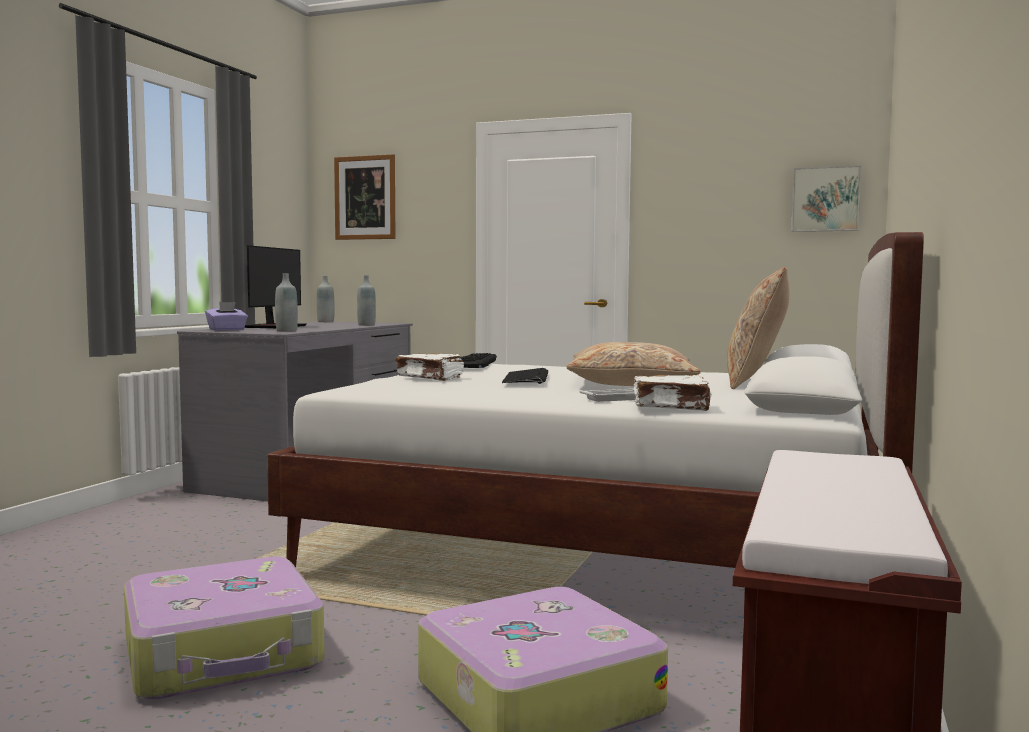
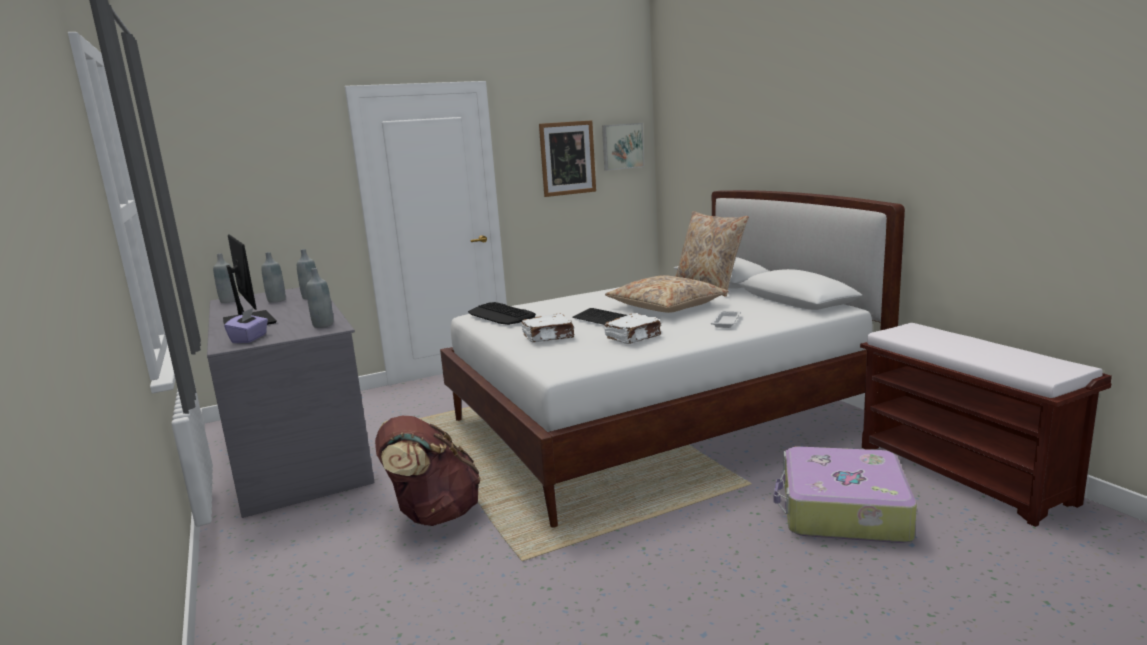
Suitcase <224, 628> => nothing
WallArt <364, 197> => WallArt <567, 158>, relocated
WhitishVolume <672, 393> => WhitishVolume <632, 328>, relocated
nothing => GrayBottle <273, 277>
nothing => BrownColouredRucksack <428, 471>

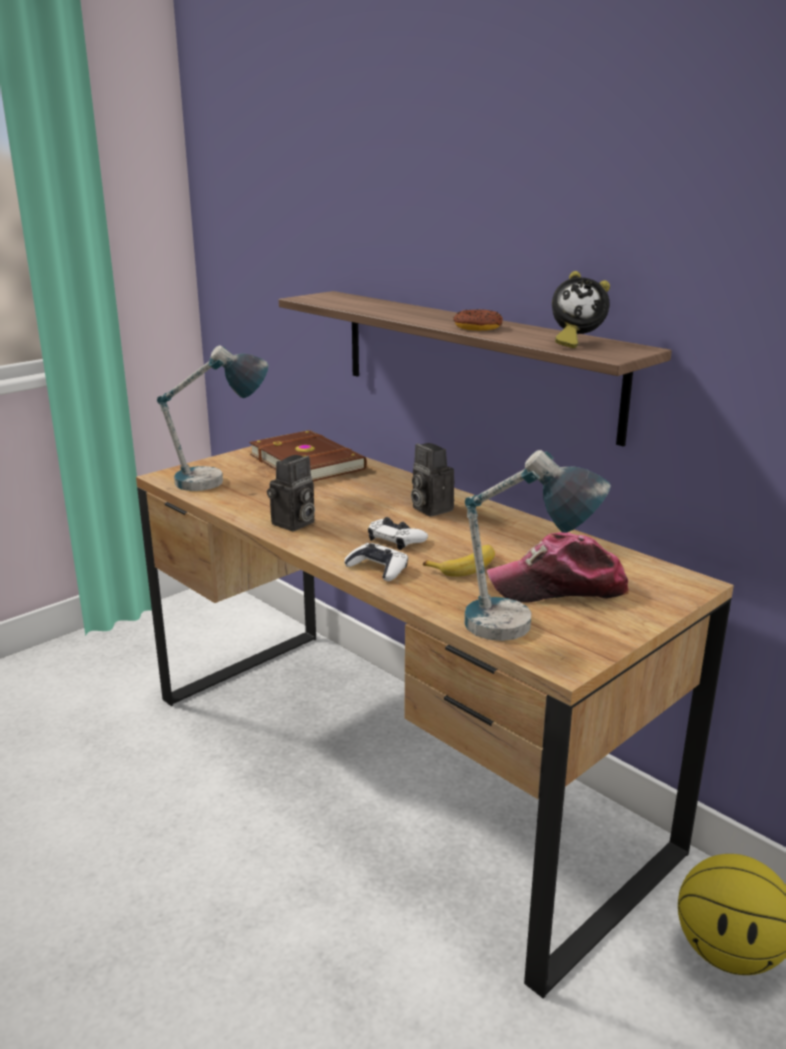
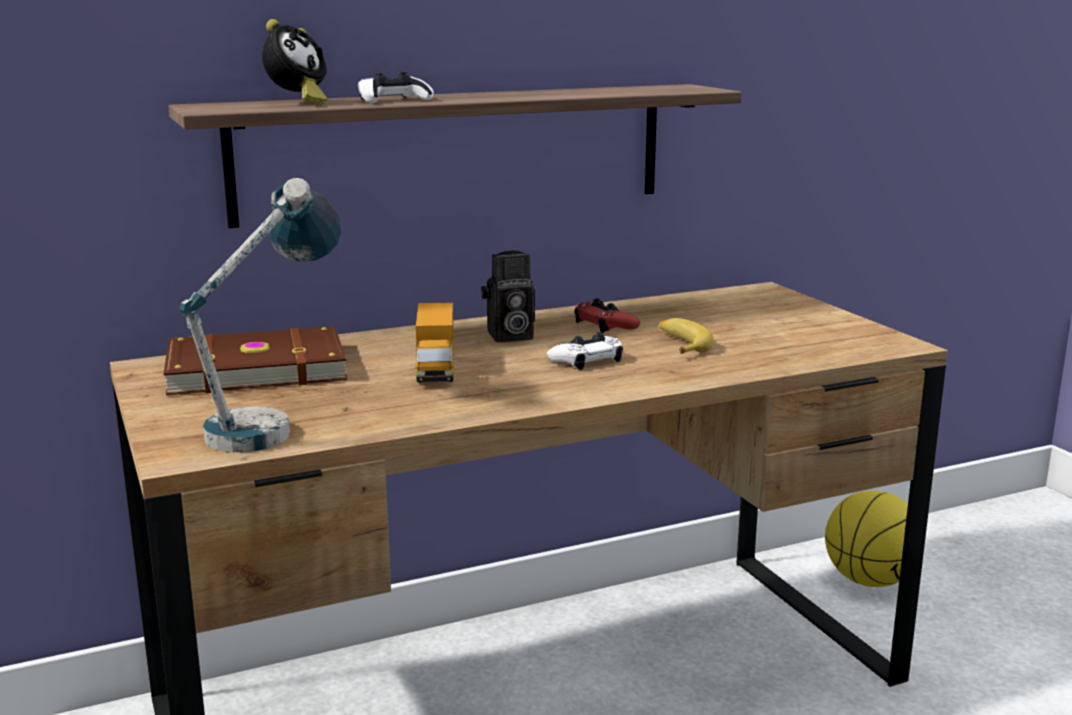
StillCamera <291, 493> => nothing
WhitishJoypad <376, 562> => WhitishJoypad <396, 87>, relocated
Doughnut <478, 320> => nothing
LampForATable <537, 545> => nothing
PeakedCap <558, 567> => nothing
BedsideClock <581, 309> => BedsideClock <294, 62>, relocated
nothing => ToyLorry <435, 342>
nothing => ReddishJoypad <607, 315>

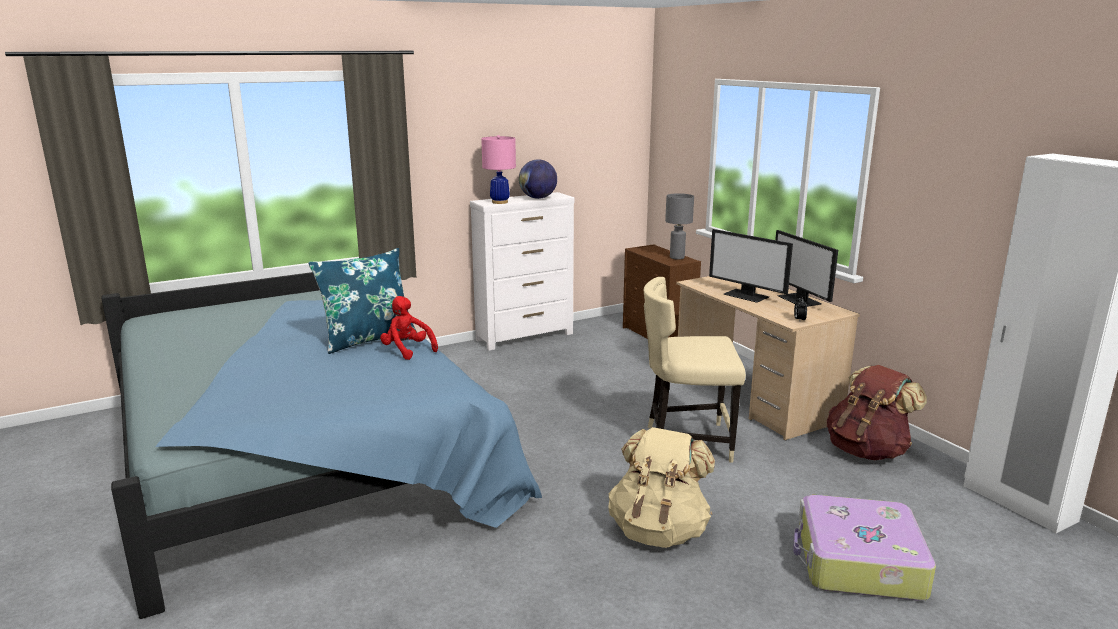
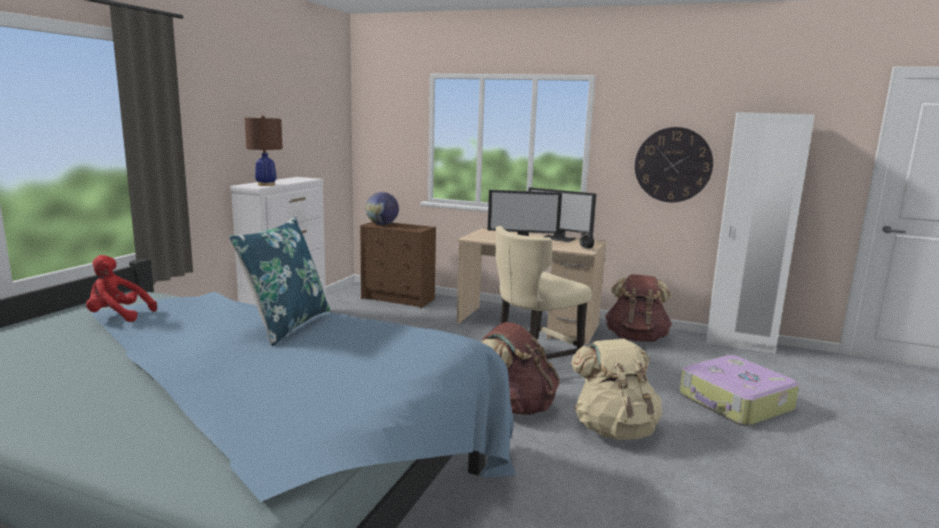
ReddishCuddlyToy <409, 328> => ReddishCuddlyToy <121, 288>, relocated
PinkLampForATable <498, 169> => BrownColouredLampForATable <264, 150>
DeskGlobe <538, 179> => DeskGlobe <382, 208>, relocated
GrayLampForATable <679, 226> => nothing
nothing => BrownColouredRucksack <521, 368>
nothing => HangingClock <674, 164>

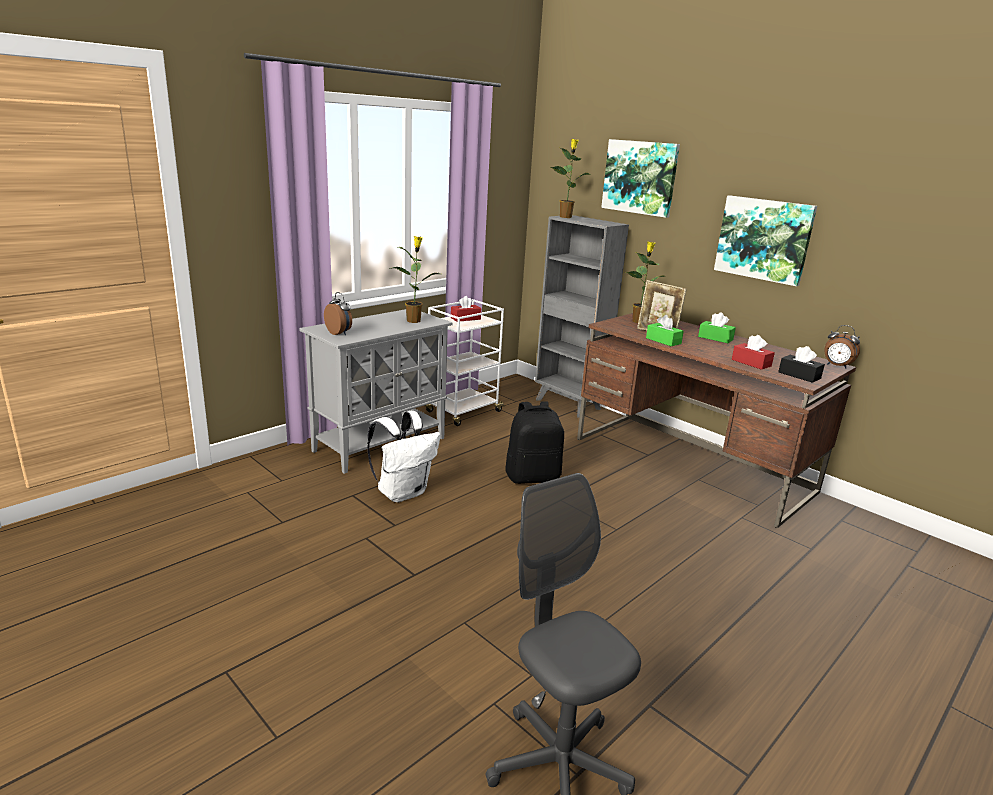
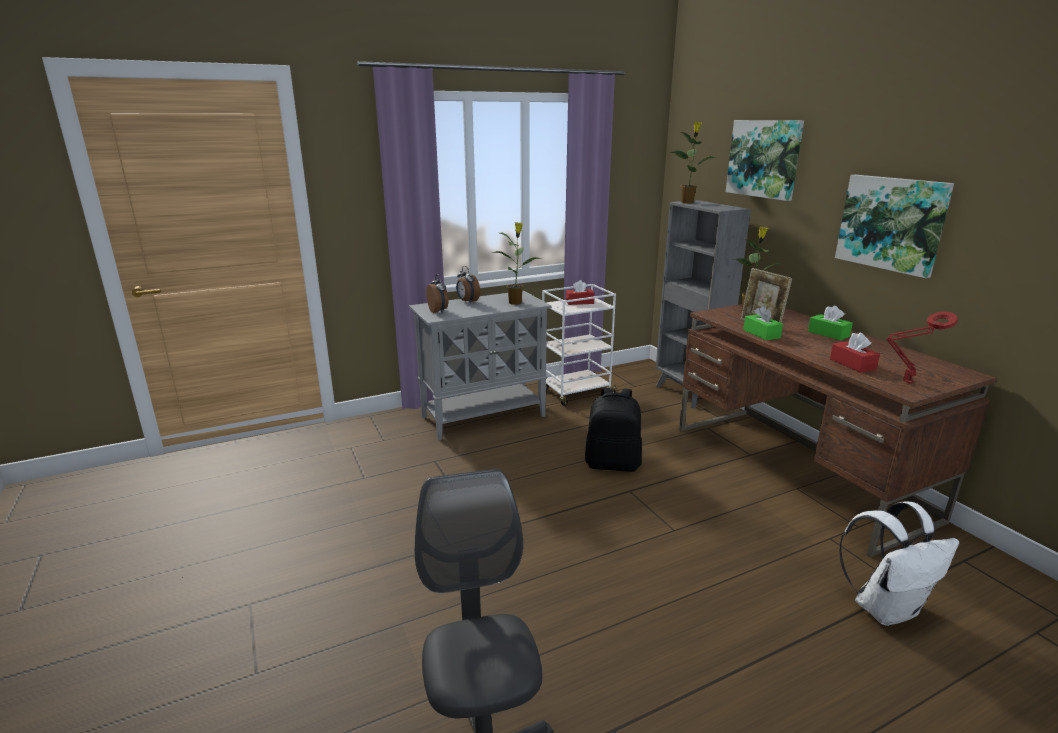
WhitishRucksack <403, 456> => WhitishRucksack <899, 564>, relocated
BlackColouredBoxOfTissues <801, 364> => ReddishLampForATable <921, 348>
BedsideClock <842, 347> => BedsideClock <468, 285>, relocated

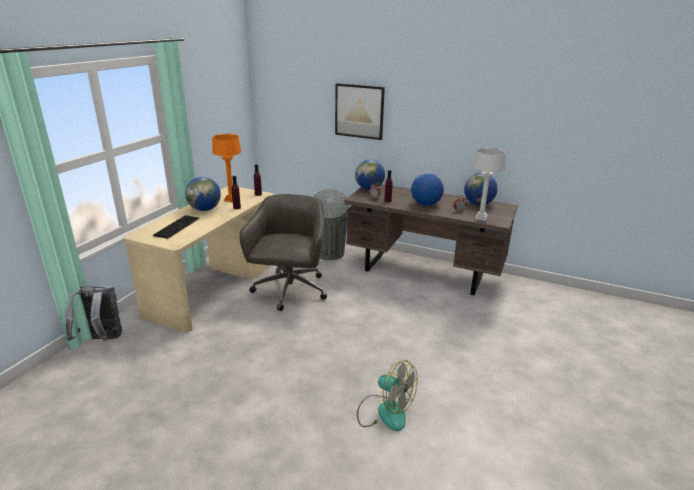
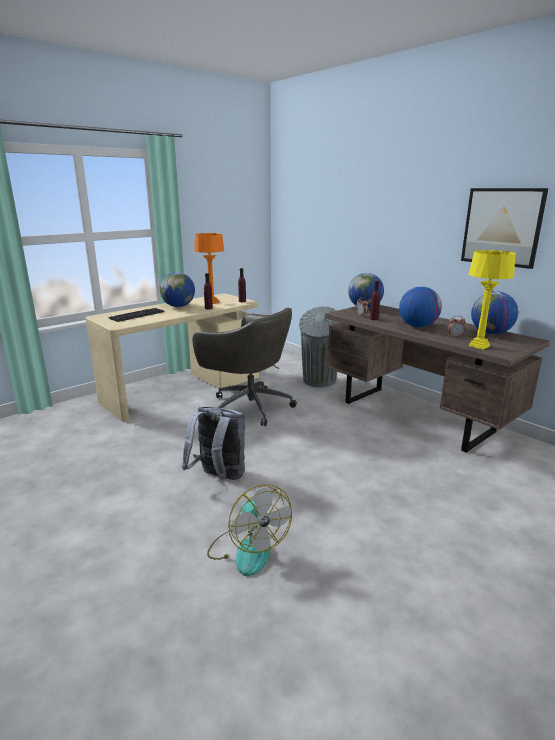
GrayRucksack <93, 313> => GrayRucksack <213, 444>, relocated
GrayOfficeChair <283, 252> => GrayOfficeChair <245, 367>, 90 degrees clockwise
WallArt <360, 111> => WallArt <504, 228>, relocated
GrayLampForATable <489, 184> => YellowishLampForATable <492, 300>

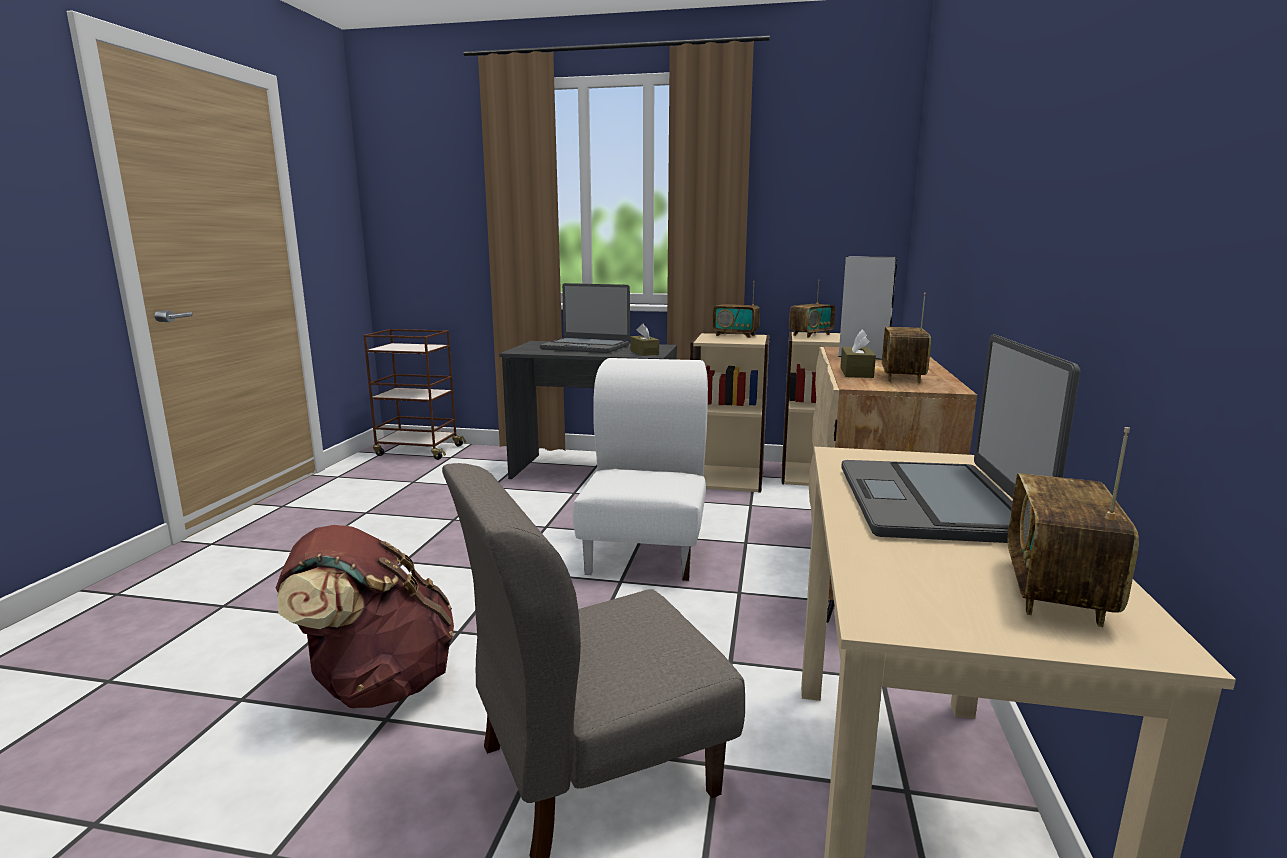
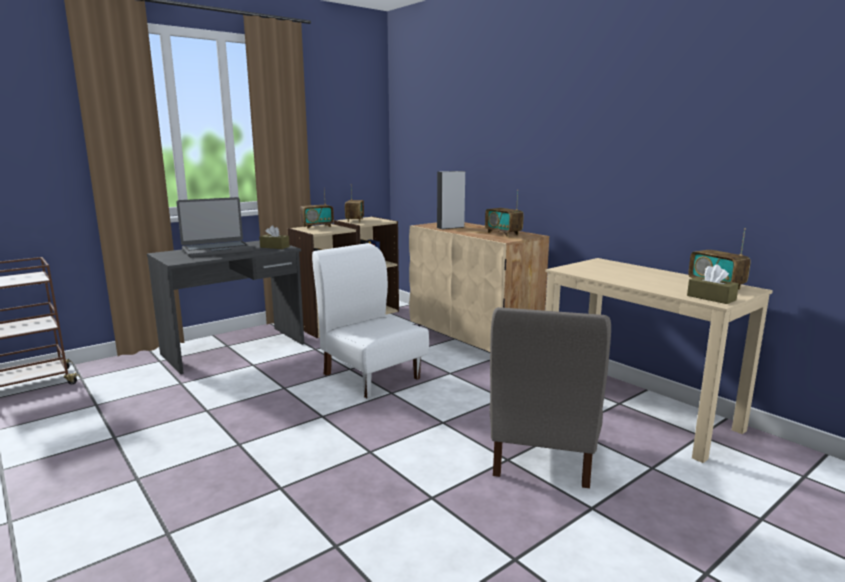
BrownColouredRucksack <365, 616> => nothing
BrownColouredBoxOfTissues <858, 353> => BrownColouredBoxOfTissues <713, 284>, relocated
PortableComputer <960, 438> => nothing

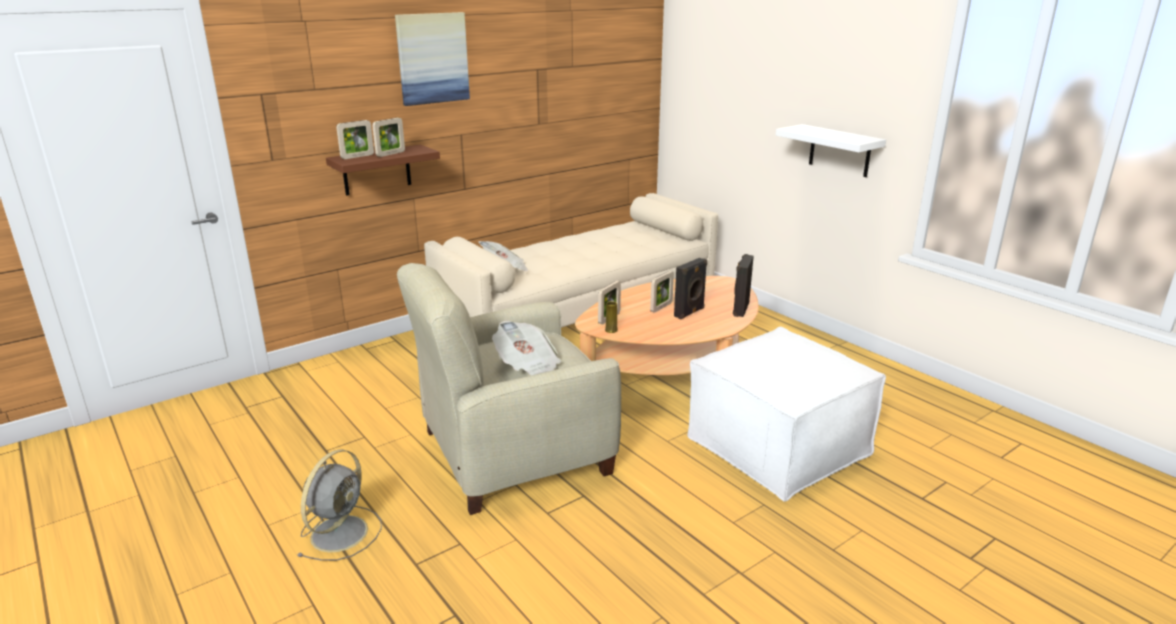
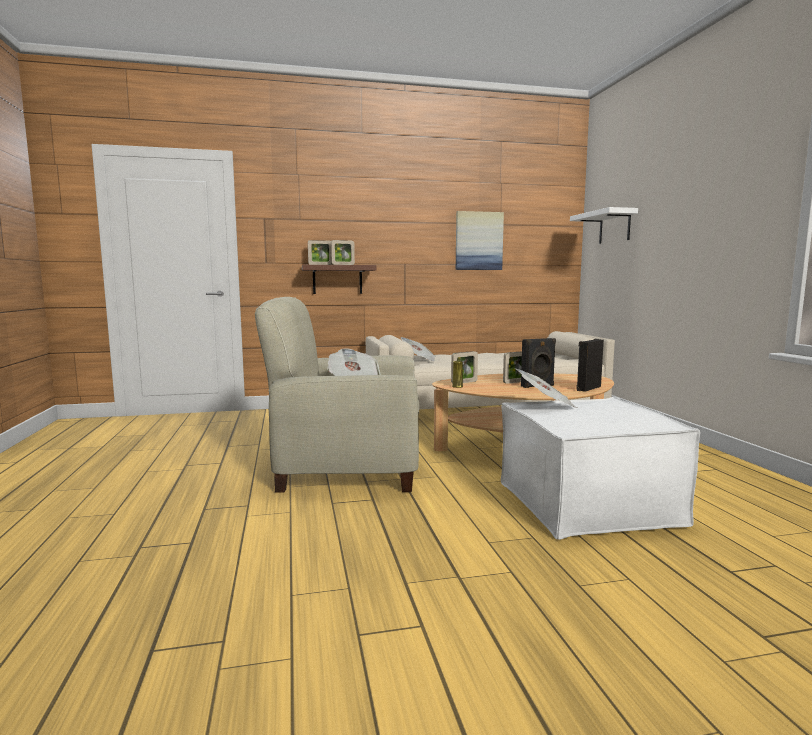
GrayFan <340, 505> => nothing
WallArt <432, 59> => WallArt <480, 240>, relocated
WhitishBracketShelf <831, 150> => WhitishBracketShelf <604, 225>, relocated
nothing => DailyPaper <546, 388>

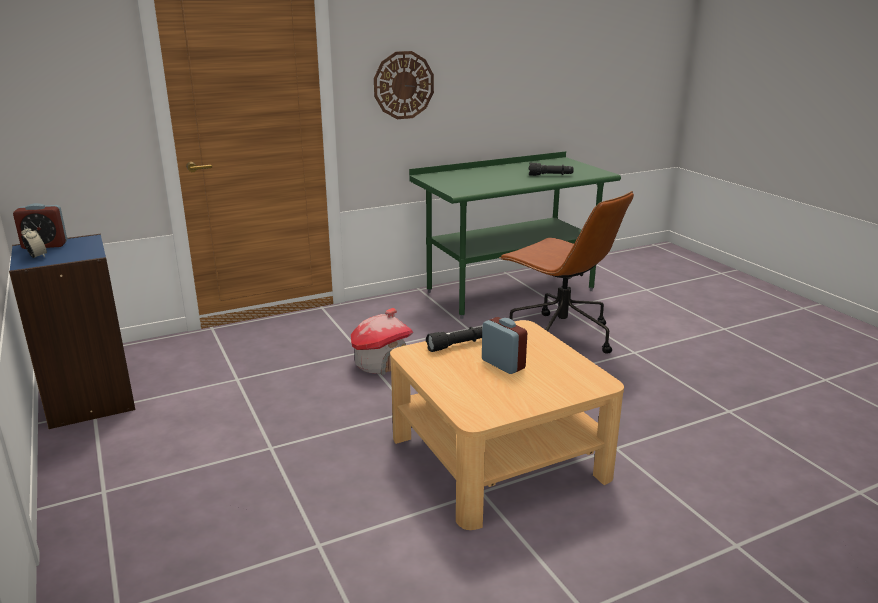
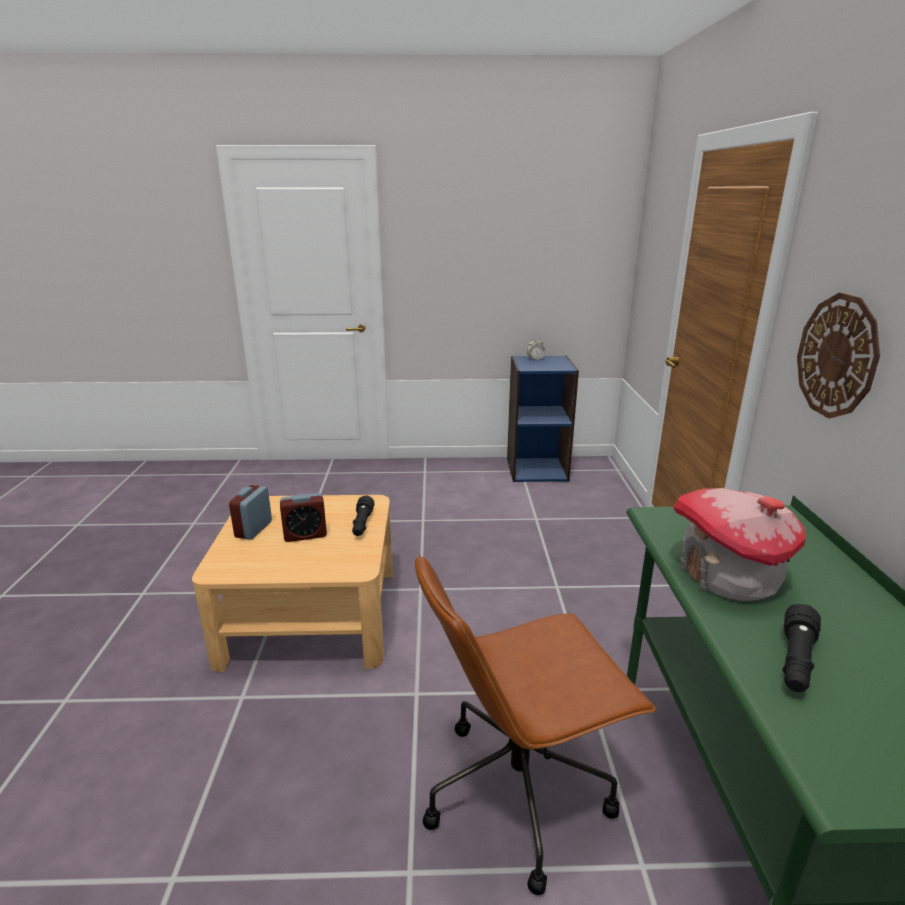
BedsideClock <40, 226> => BedsideClock <250, 512>, relocated
ModelHouse <382, 341> => ModelHouse <739, 544>, relocated

